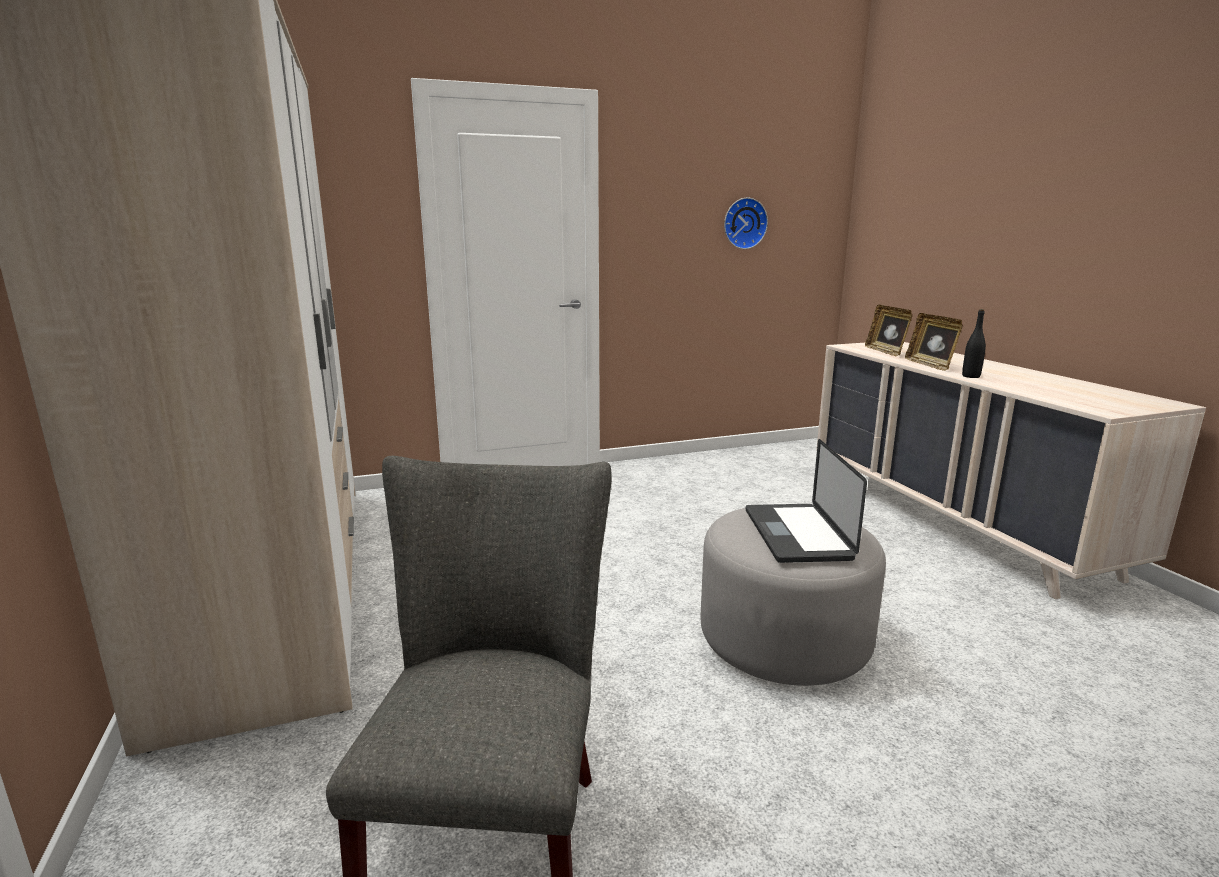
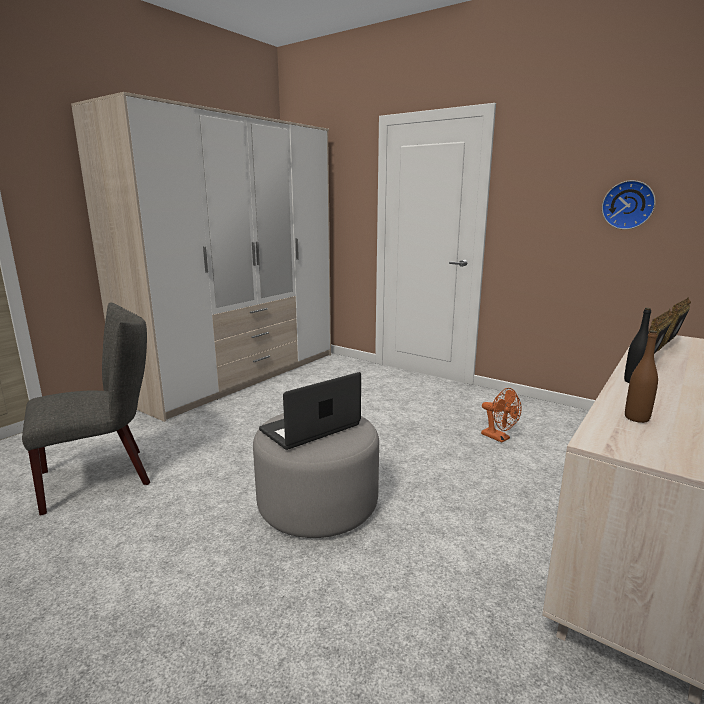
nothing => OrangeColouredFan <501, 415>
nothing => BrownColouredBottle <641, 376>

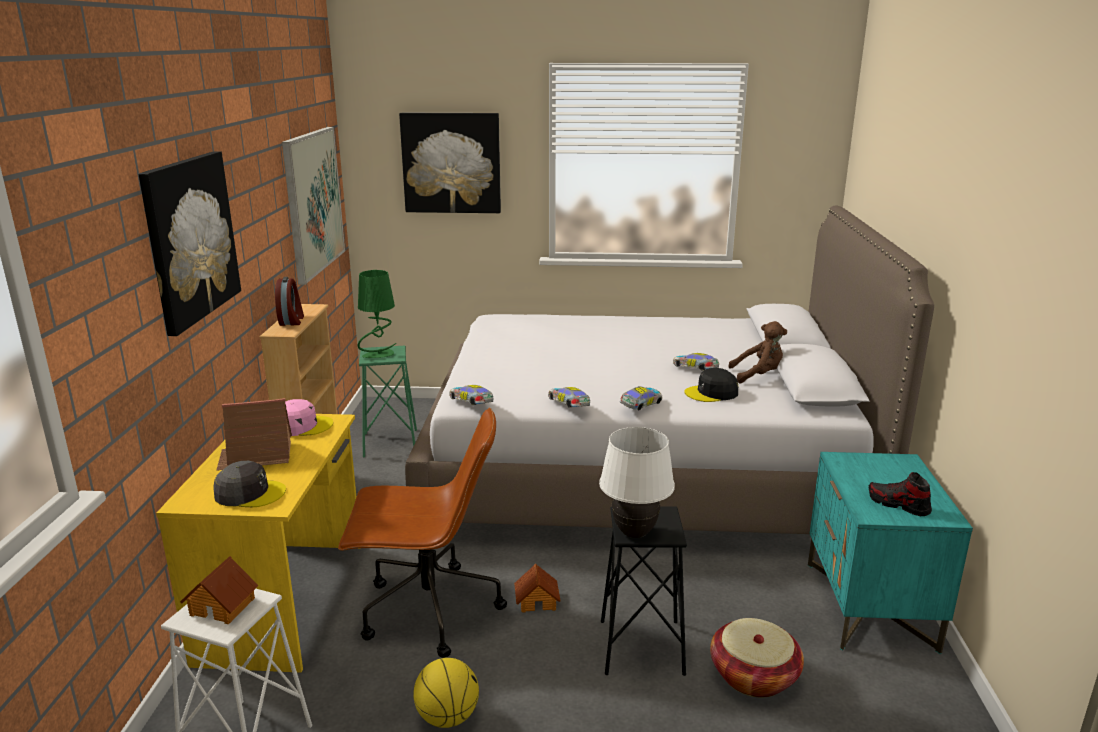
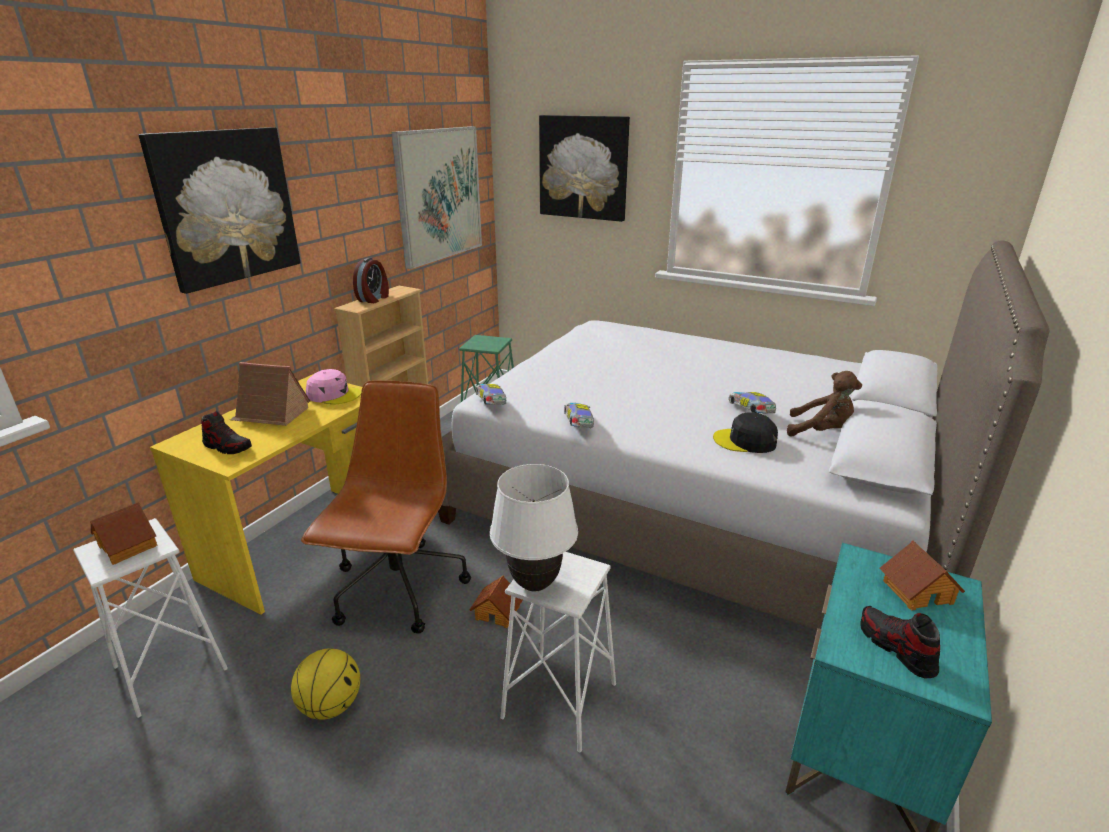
GrayPeakedCap <249, 484> => Shoe <226, 432>
BrownColouredOfficeChair <422, 532> => BrownColouredOfficeChair <386, 507>, 105 degrees counterclockwise
GreenColouredLampForATable <377, 314> => nothing
BlackColouredStool <644, 591> => WhitishStool <558, 652>
ModelCar <641, 398> => nothing
Basket <757, 657> => nothing
nothing => ModelHouse <922, 575>

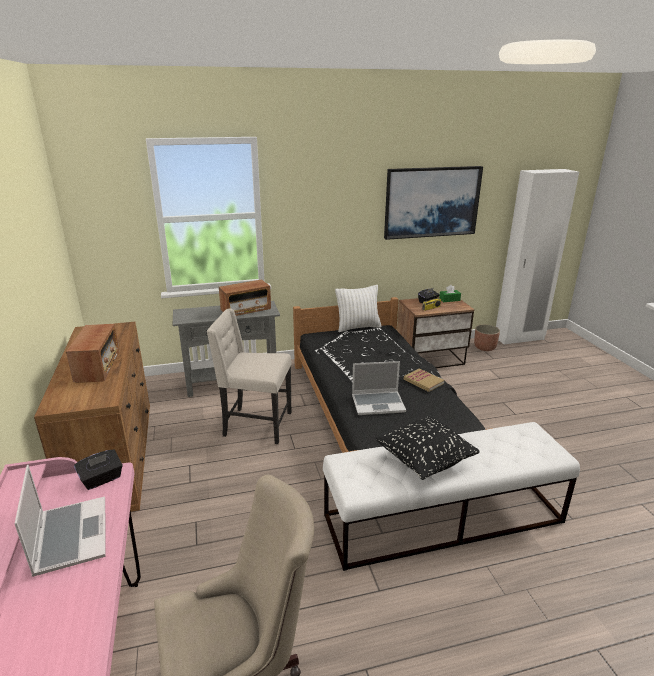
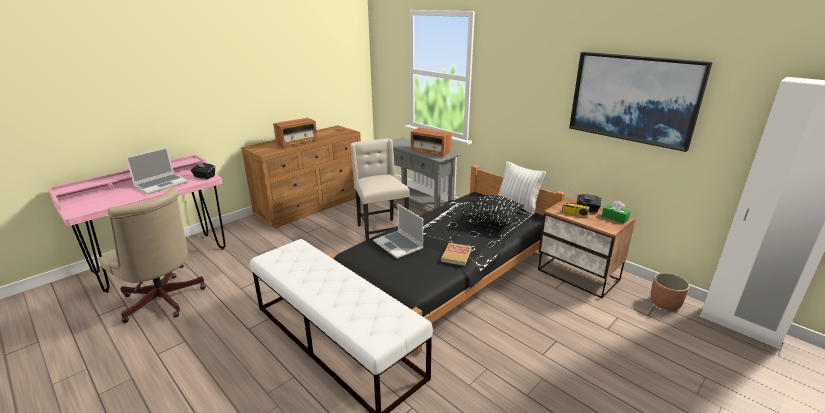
BlackColouredPillow <427, 448> => BlackColouredPillow <493, 211>, relocated

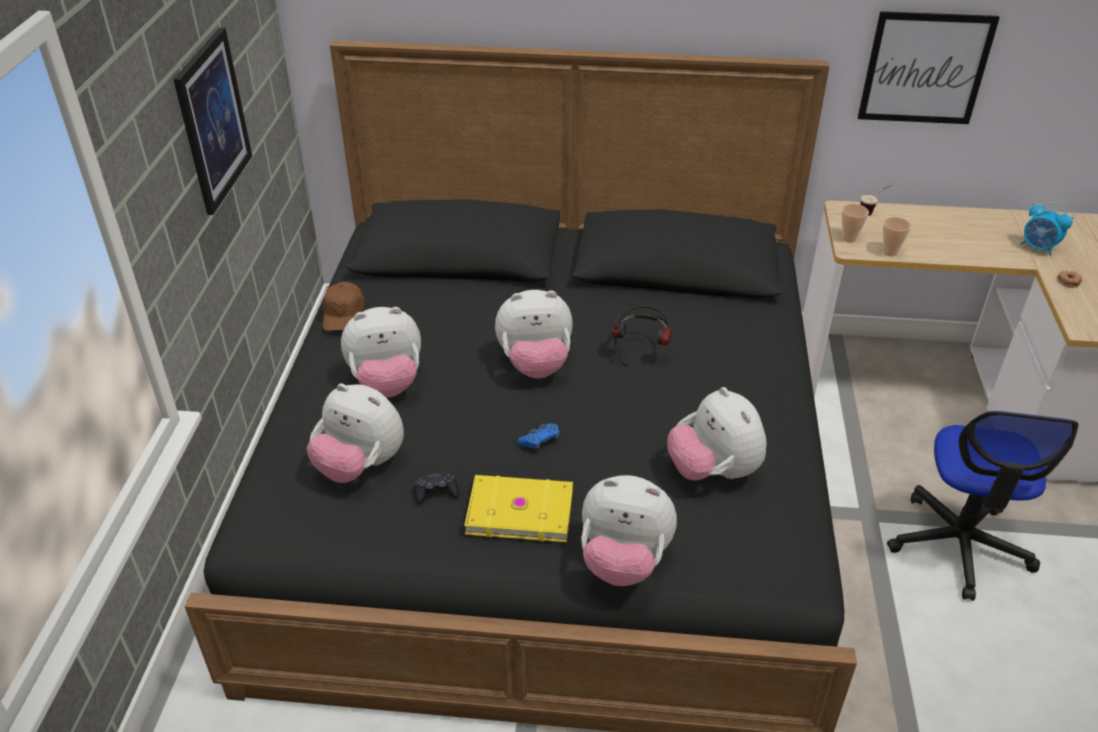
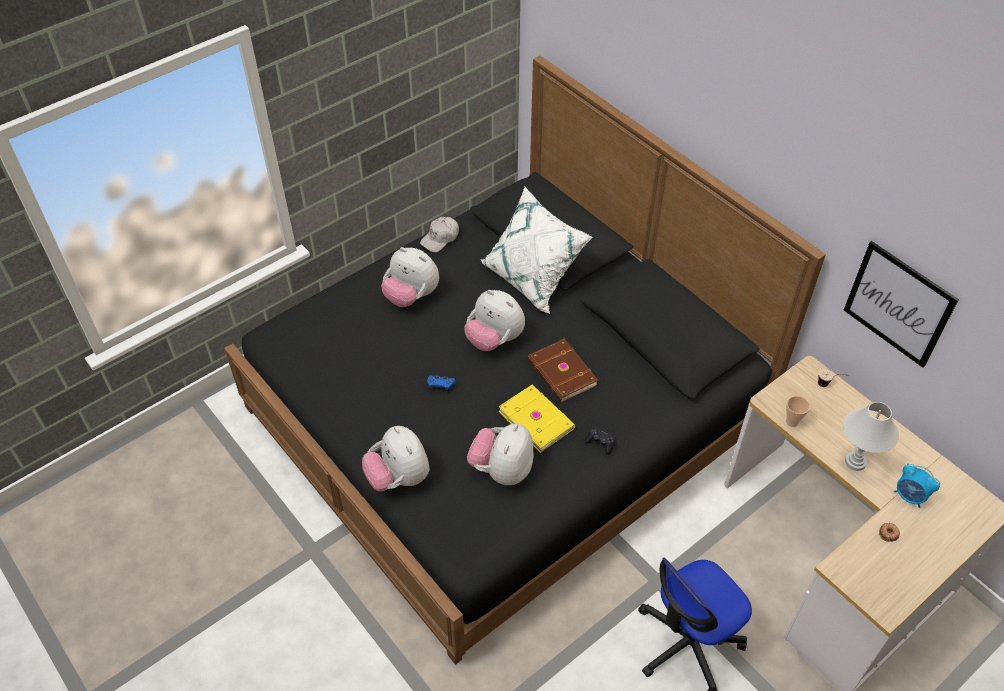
WallArt <212, 121> => nothing
CuddlyToy <355, 433> => nothing
BrownColouredPeakedCap <344, 306> => WhitishPeakedCap <439, 234>
BlackColouredJoypad <437, 487> => BlackColouredJoypad <599, 440>, relocated
YellowishVolume <518, 508> => YellowishVolume <536, 419>, relocated
Headphones <642, 336> => BrownColouredVolume <562, 370>
Cup <855, 223> => nothing
BedsideClock <1046, 229> => BedsideClock <917, 485>, 45 degrees counterclockwise
nothing => WhitishPillow <537, 250>
nothing => WhitishLampForATable <871, 436>

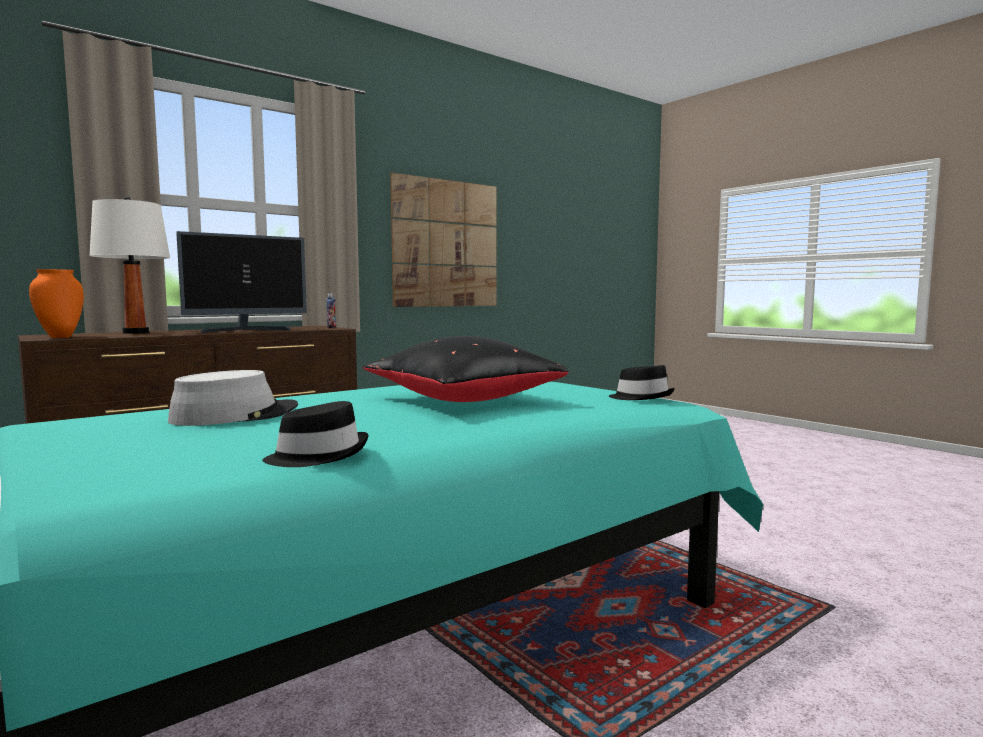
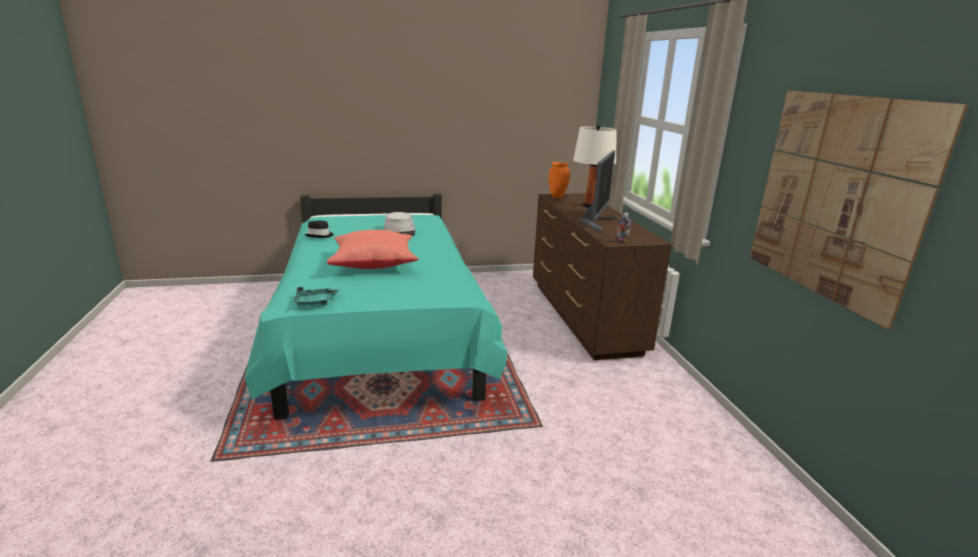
Monitor <241, 282> => Monitor <597, 191>, 150 degrees counterclockwise
BlackColouredPillow <466, 369> => ReddishPillow <372, 249>
BlackColouredClothingHat <642, 382> => TurquoiseTray <317, 296>

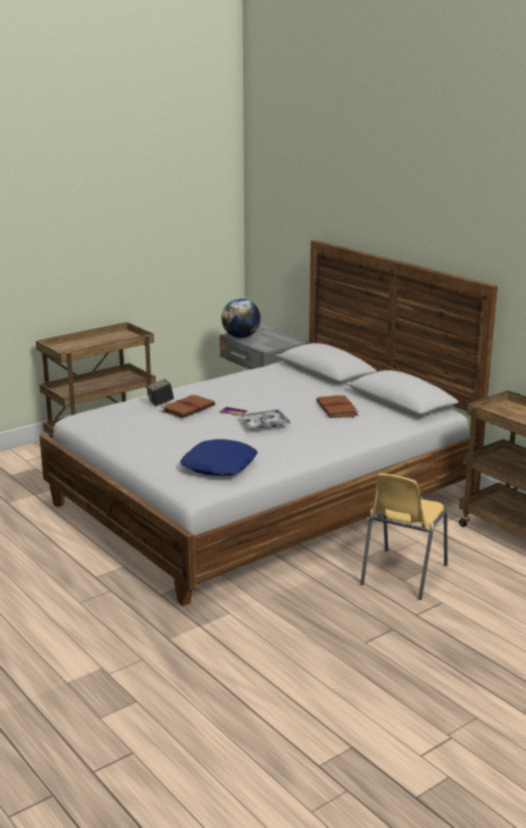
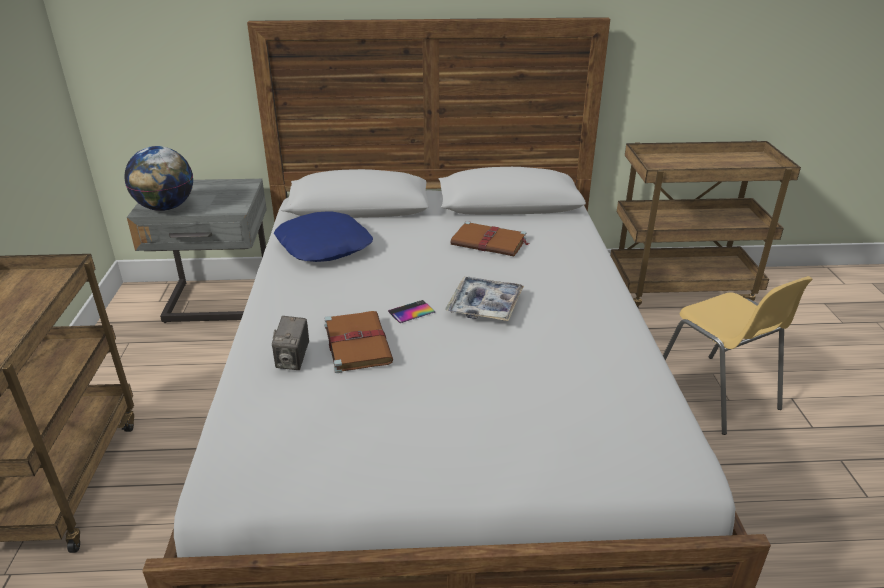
BlueColouredPillow <219, 457> => BlueColouredPillow <323, 236>, relocated

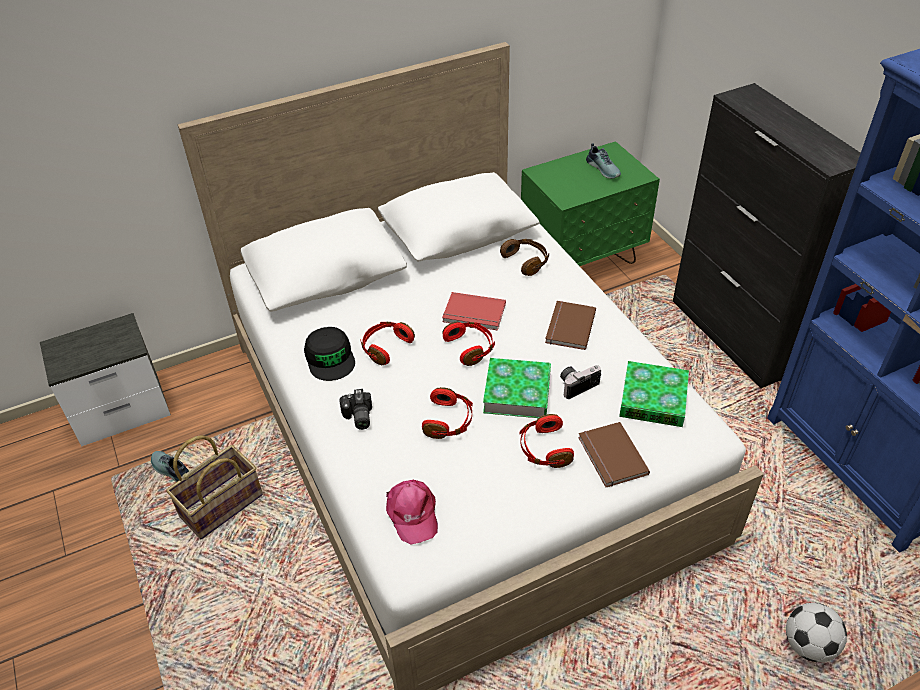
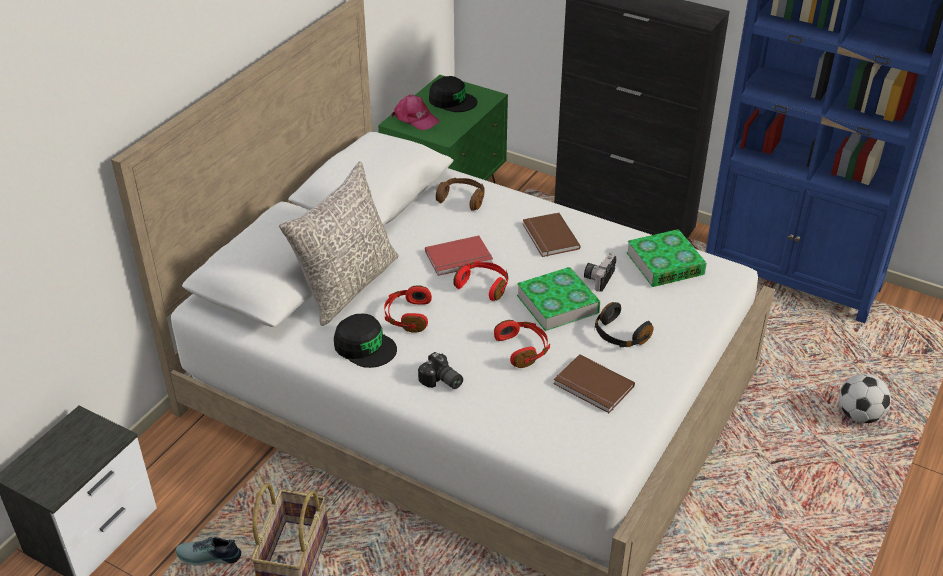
PinkPeakedCap <412, 512> => PinkPeakedCap <416, 112>, relocated
ReddishHeadphones <546, 441> => BlackColouredHeadphones <624, 324>
BrownColouredVolume <614, 454> => BrownColouredVolume <594, 383>, relocated
Shoe <603, 161> => BlackColouredPeakedCap <453, 94>
nothing => GrayPillow <339, 243>

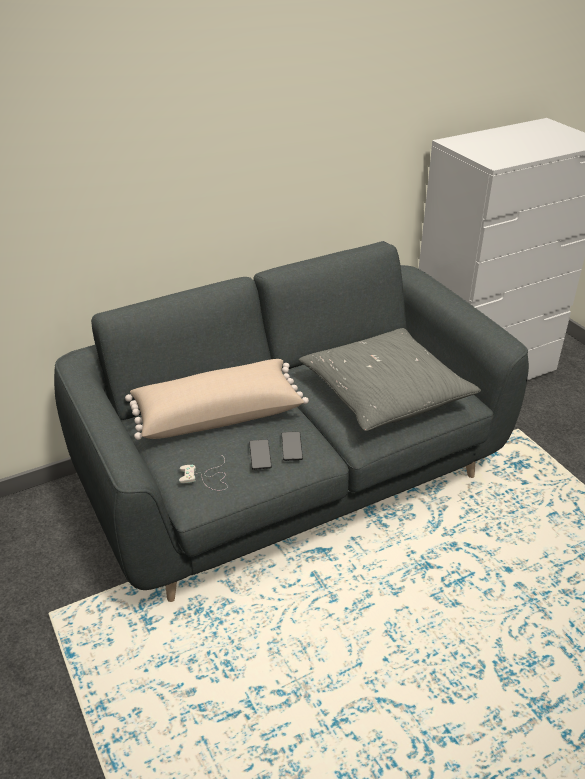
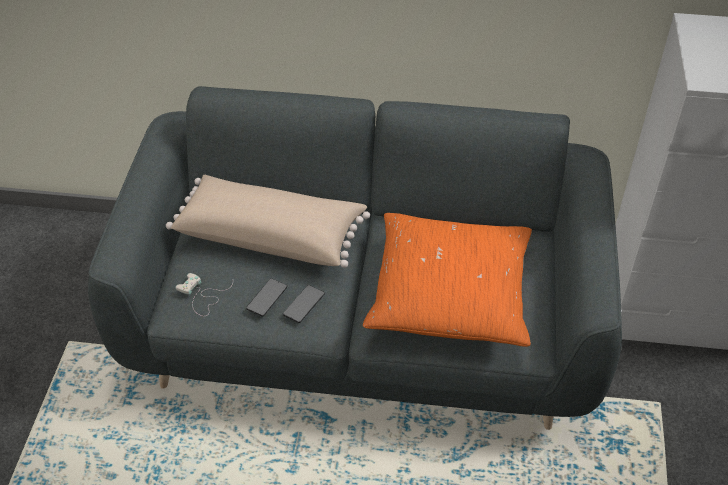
GrayPillow <390, 379> => OrangeColouredPillow <447, 280>

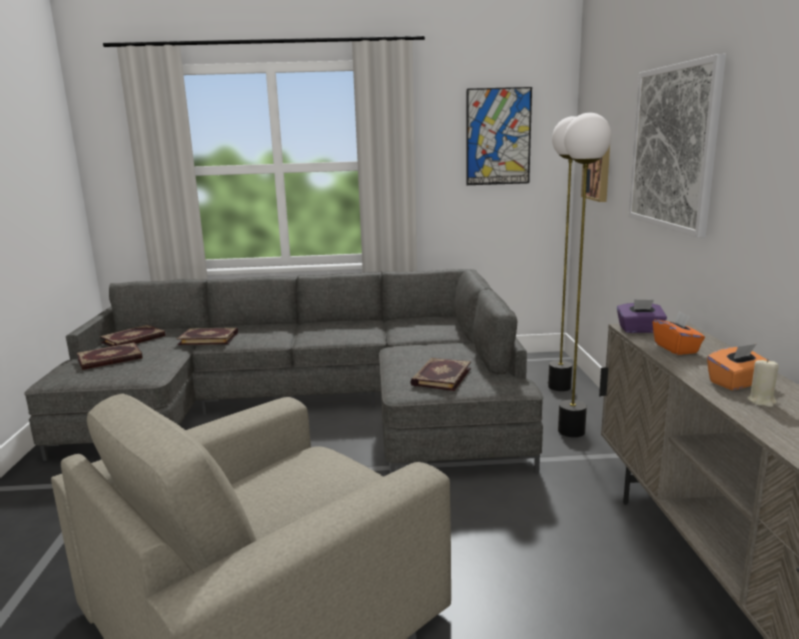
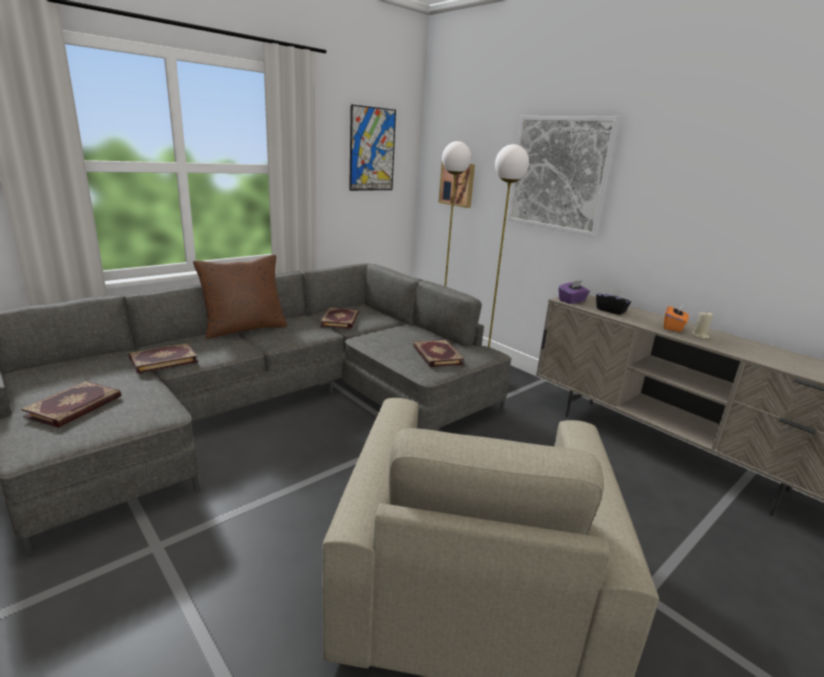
Volume <132, 335> => Volume <339, 318>, relocated
OrangeColouredBoxOfTissues <679, 333> => BlackColouredBoxOfTissues <613, 301>
nothing => BrownColouredPillow <240, 297>

